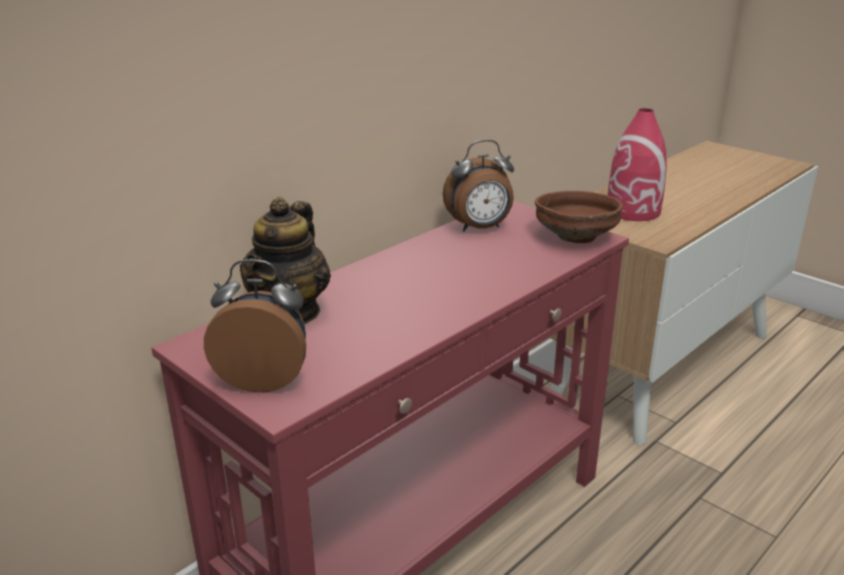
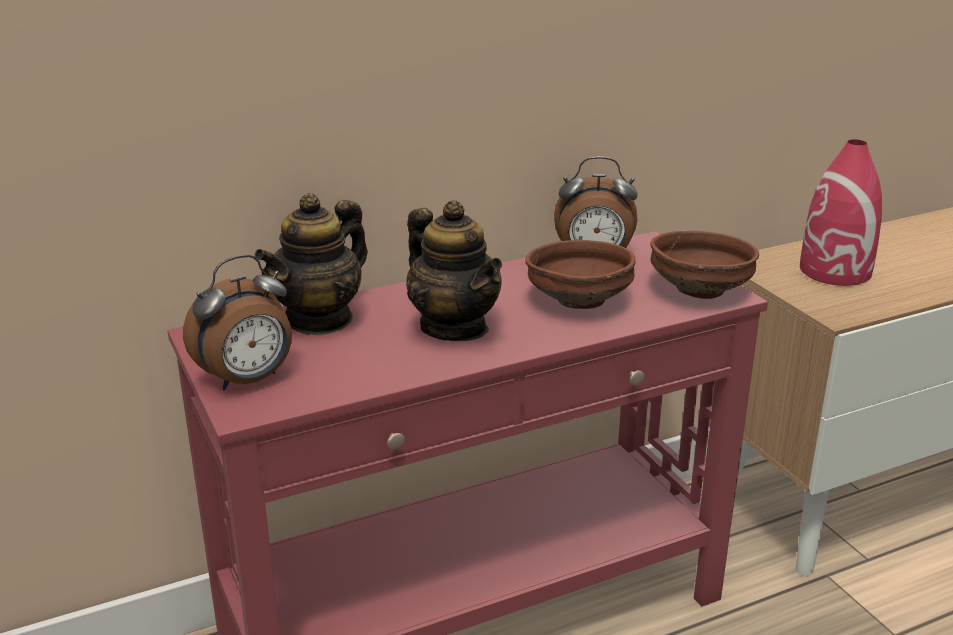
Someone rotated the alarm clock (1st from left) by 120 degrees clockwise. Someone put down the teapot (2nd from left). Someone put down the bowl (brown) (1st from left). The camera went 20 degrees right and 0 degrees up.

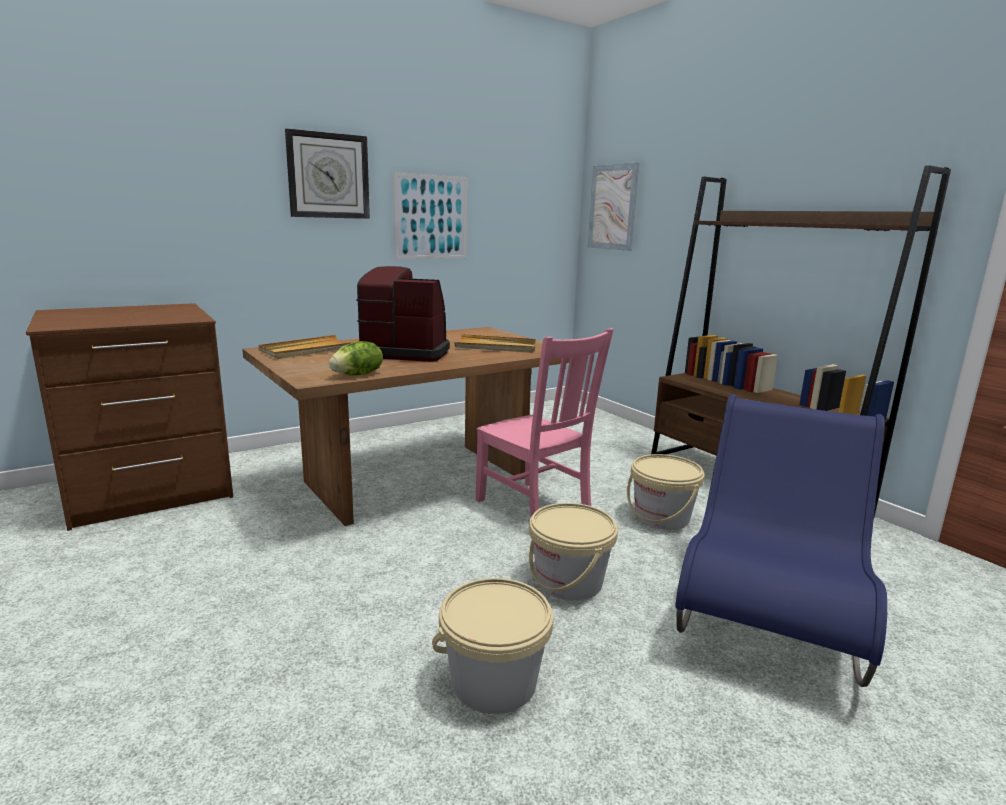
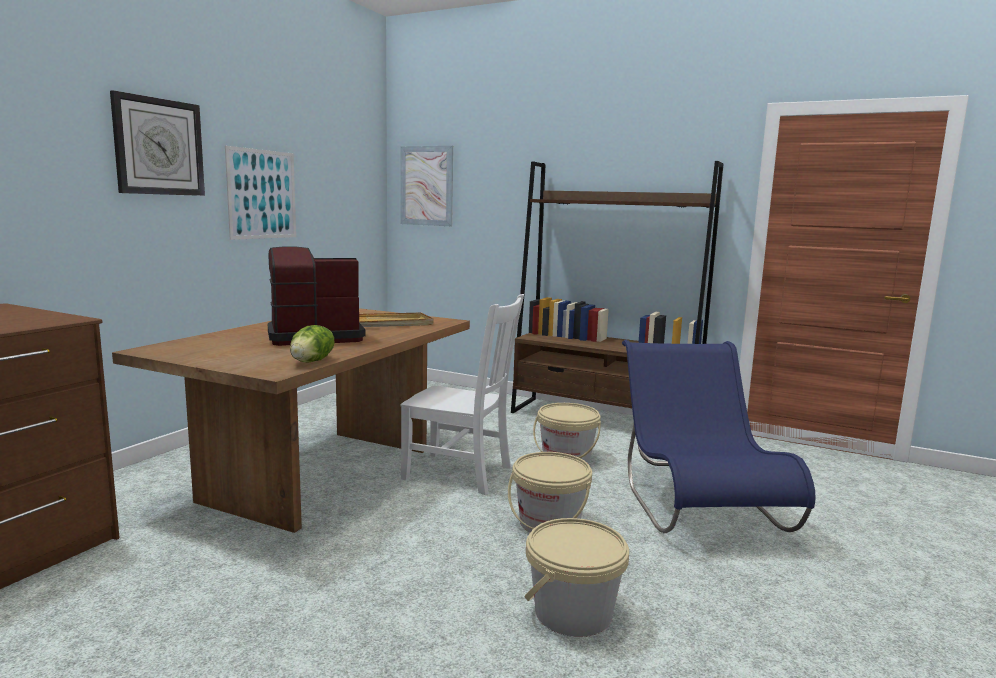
Someone repainted the chair (pink), which became the chair (white). Someone took away the tray (beige) (1st from left). The camera went 30 degrees left and 5 degrees down.

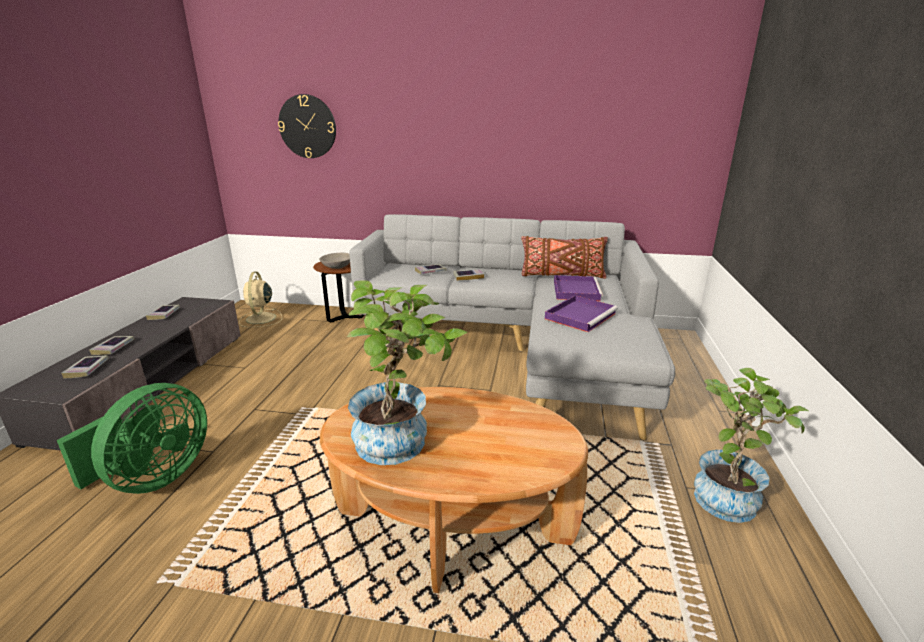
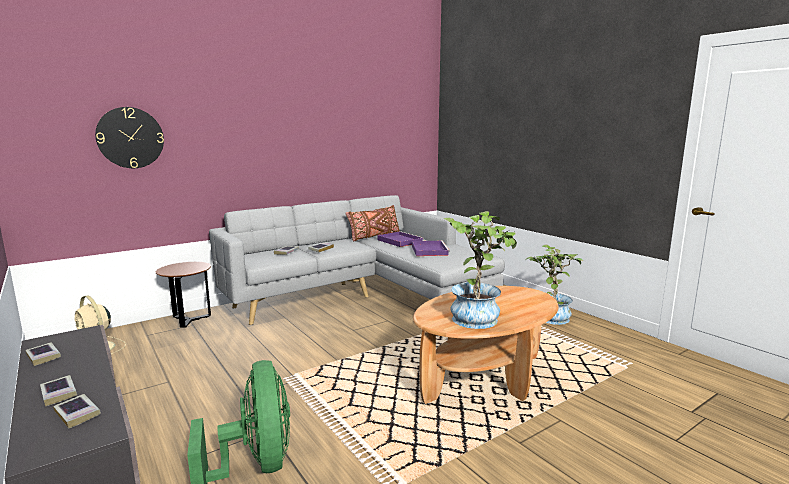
Someone took away the bowl (grey). The camera went 45 degrees left and 10 degrees down.

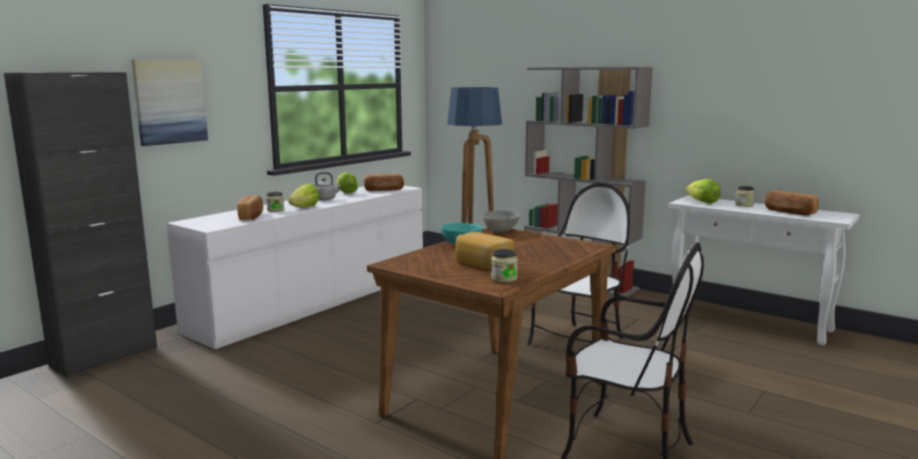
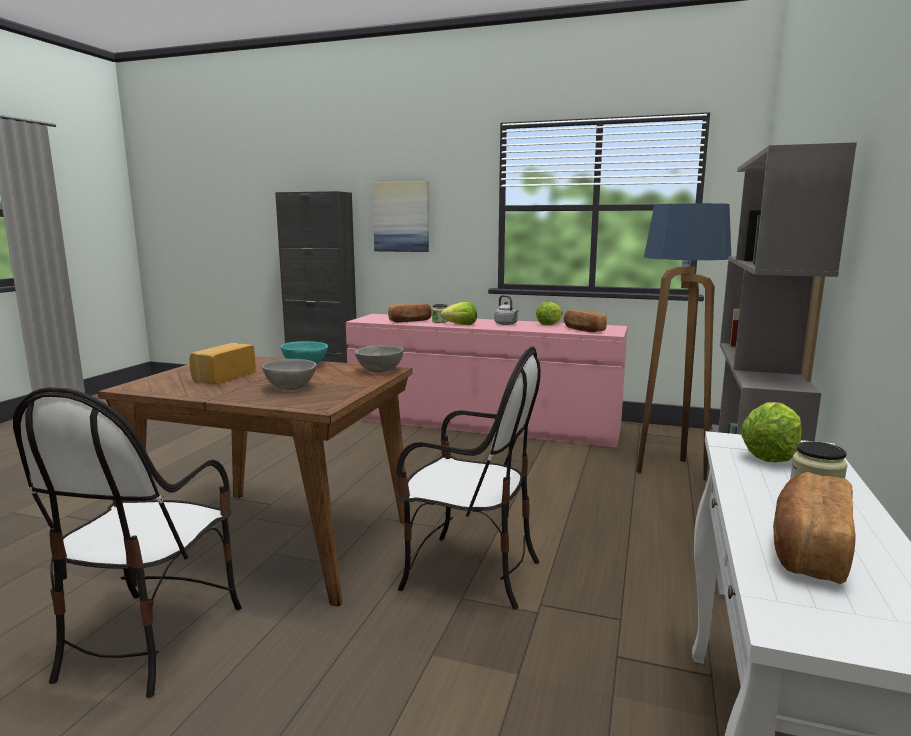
Someone repainted the dresser (white), which became the dresser (pink). Someone took away the jar (2nd from left). Someone put down the bowl (grey) (1st from left). The camera went 70 degrees right and 0 degrees up.

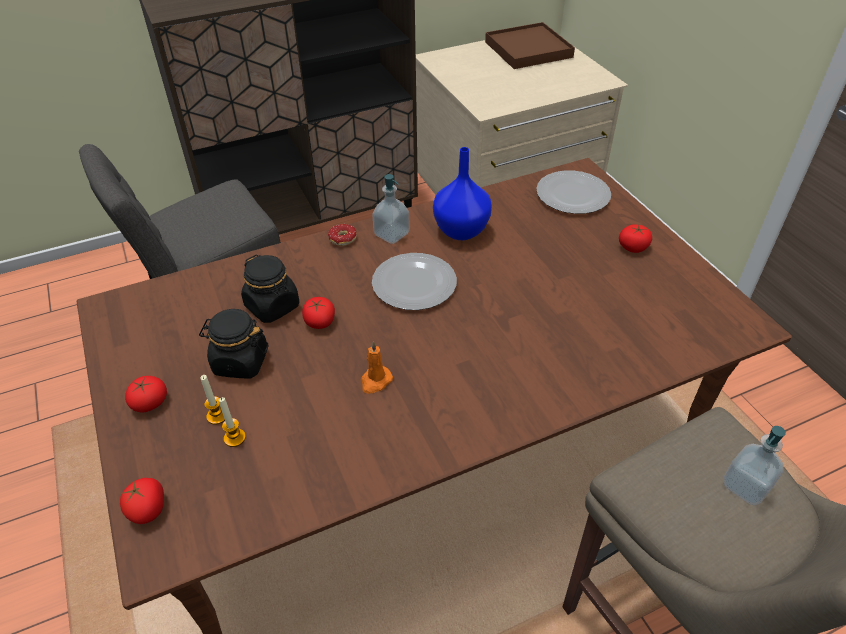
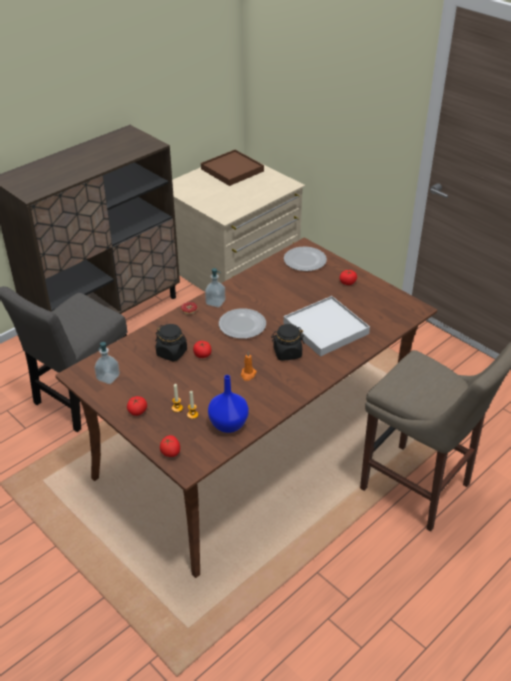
Someone carried the vase (blue). Someone carried the jar (black) (1st from left in the first image). Someone carried the soap dispenser (2nd from left in the first image). Someone put down the tray (white). The camera went 20 degrees left and 5 degrees down.

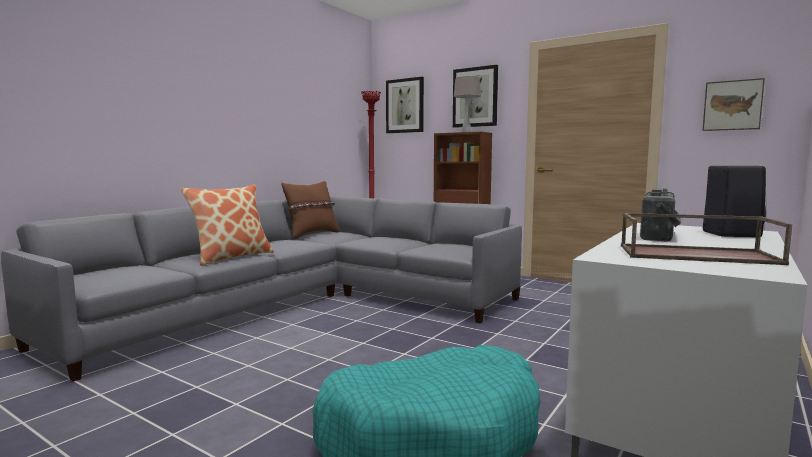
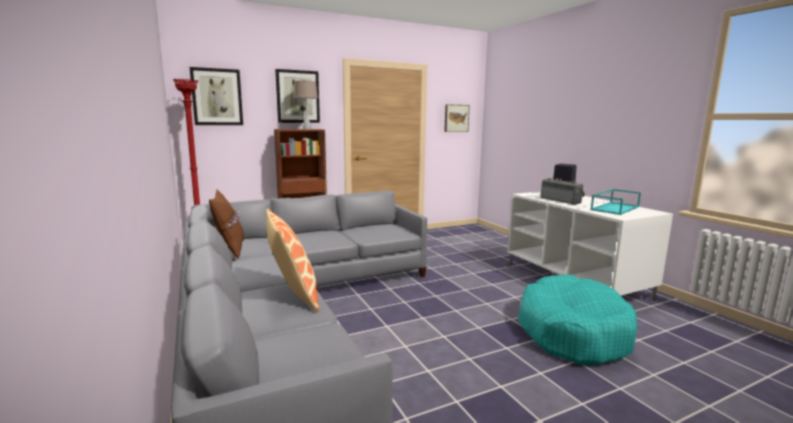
Someone repainted the tray (brown), which became the tray (turquoise). The camera went 60 degrees left and 5 degrees up.

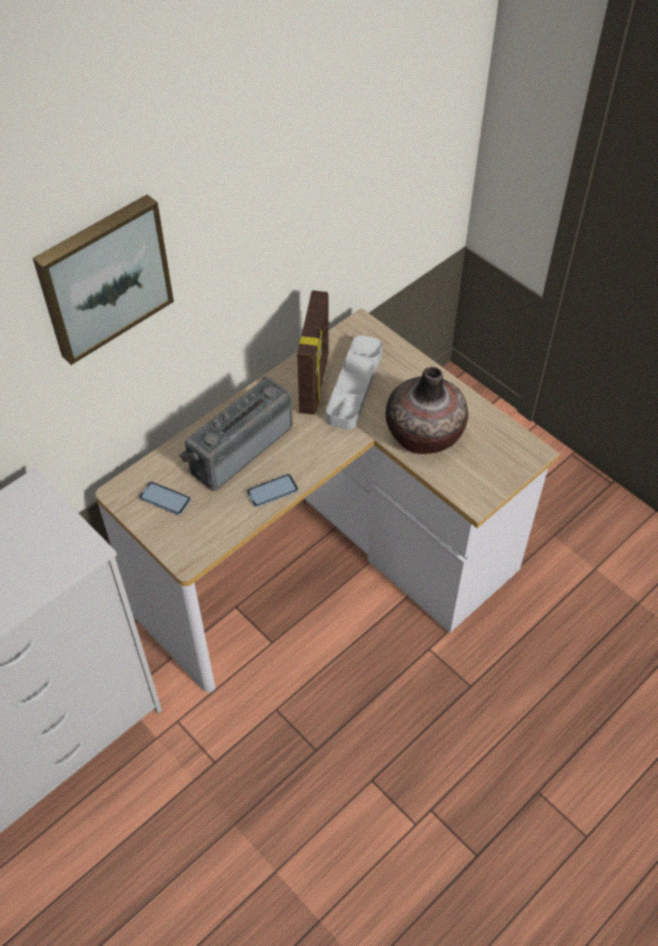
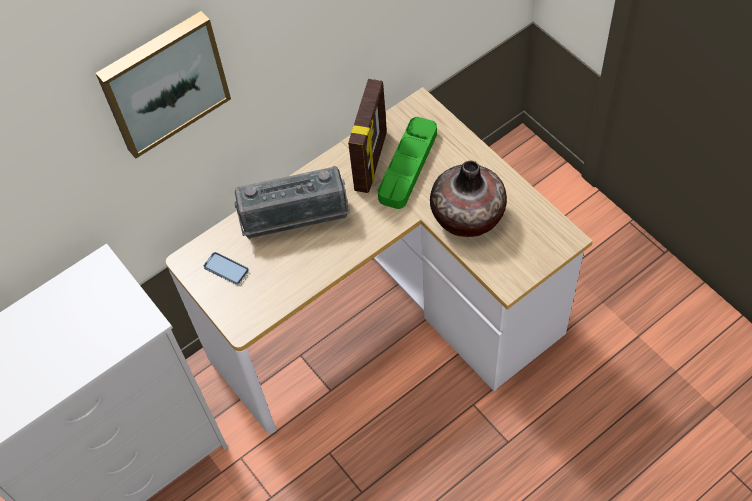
Someone repainted the tray (grey), which became the tray (green). Someone rotated the radio by 150 degrees counterclockwise. Someone took away the phone (2nd from left). The camera went 10 degrees right and 5 degrees up.

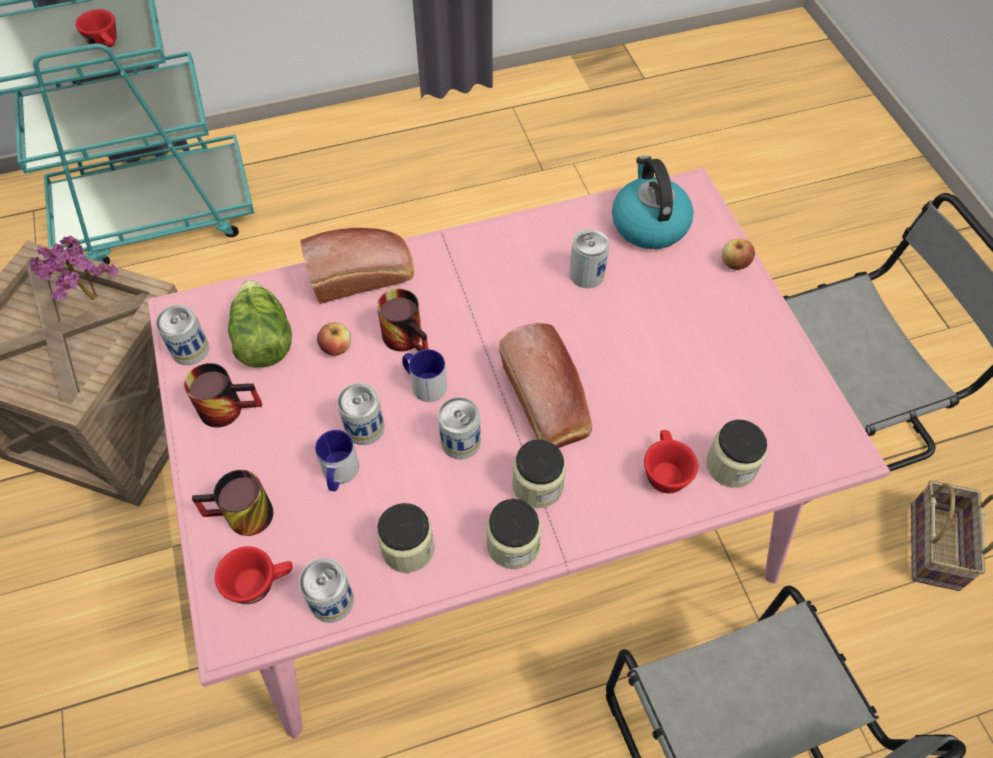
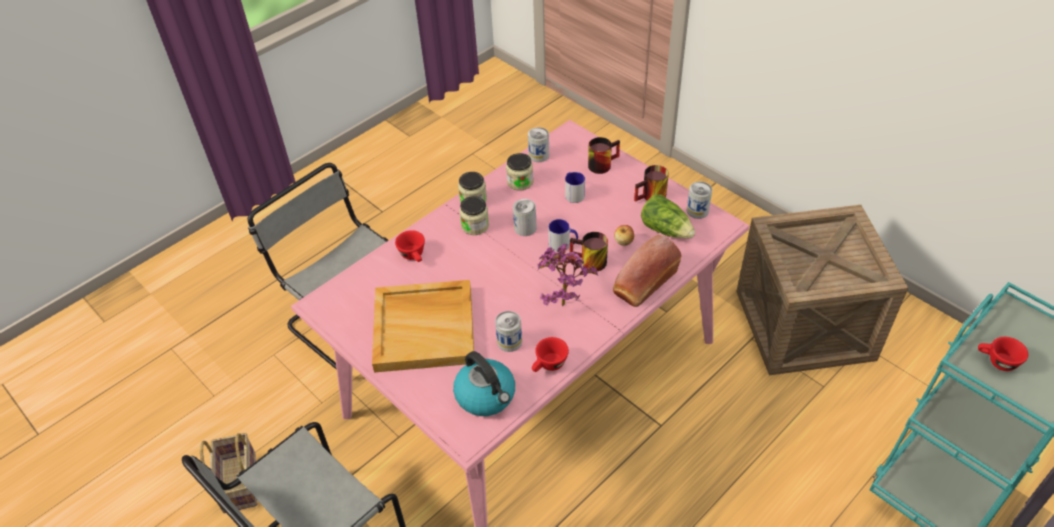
Someone carried the potted plant. Someone took away the apple (2nd from left). Someone took away the bread (2nd from left). Someone took away the can (3rd from left). Someone took away the jar (4th from left). Someone carried the cup (red) (2nd from left). Someone put down the tray (beige). The camera went 155 degrees right and 10 degrees down.

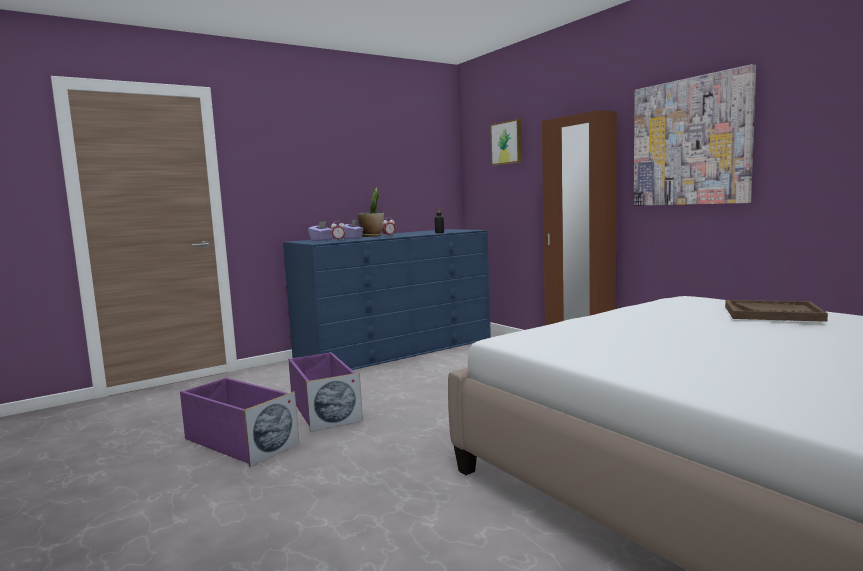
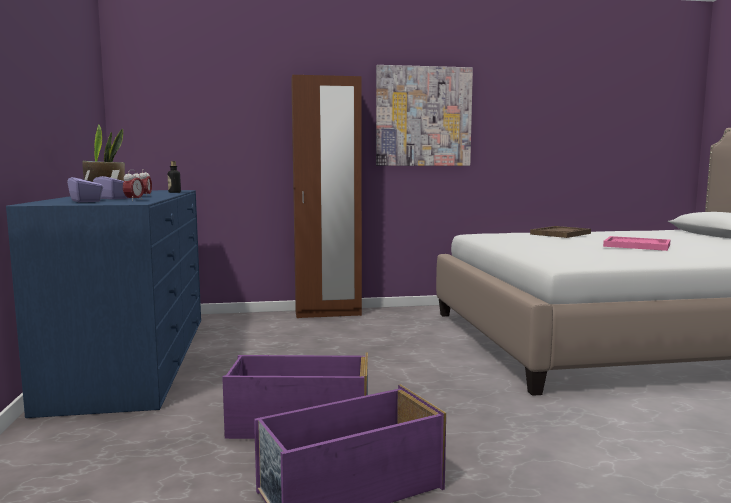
Someone took away the picture (1st from left). Someone put down the tray (pink). The camera went 65 degrees left and 0 degrees up.

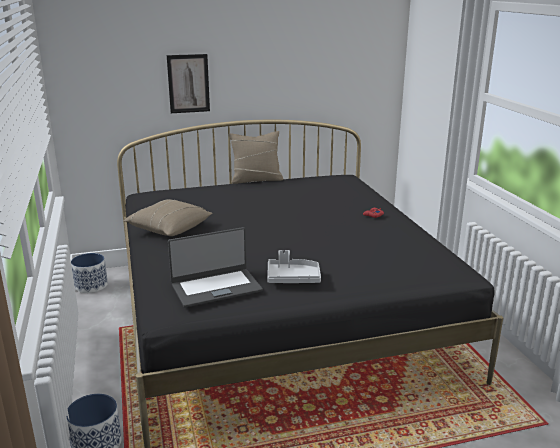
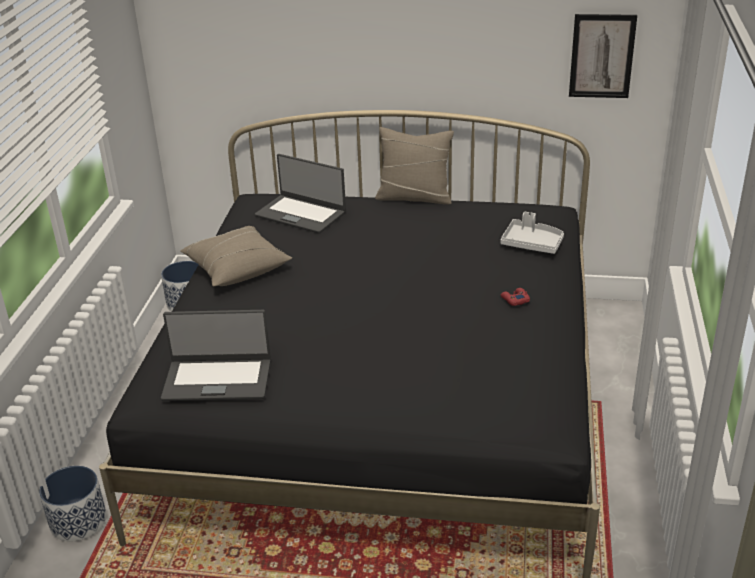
Someone carried the picture. Someone carried the tray (grey). Someone put down the laptop (2nd from left). The camera went 25 degrees right and 10 degrees up.

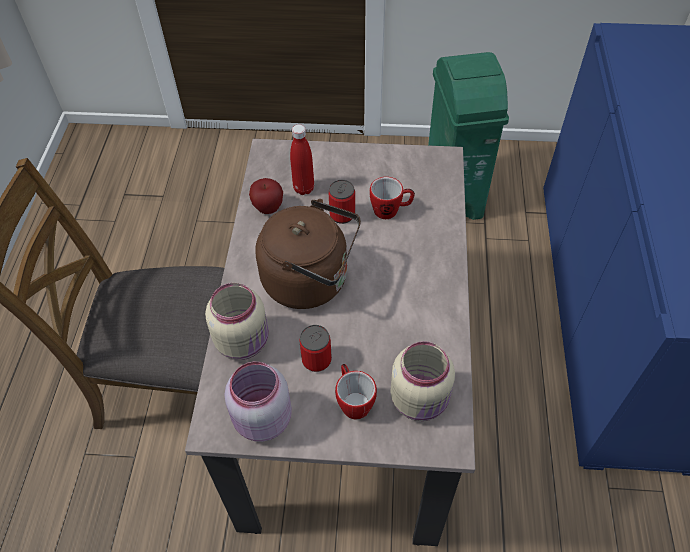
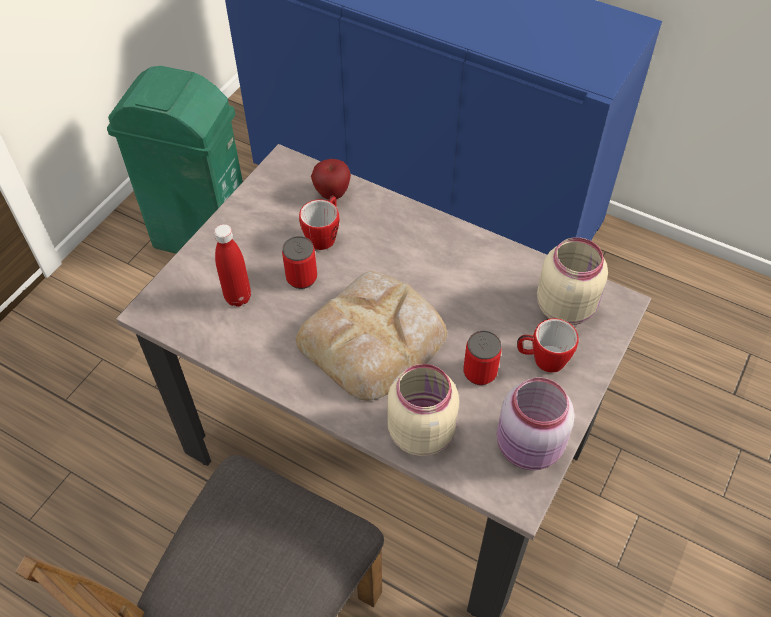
Someone carried the apple. Someone swapped the kettle (brown) for the bread. The camera went 65 degrees left and 0 degrees up.

